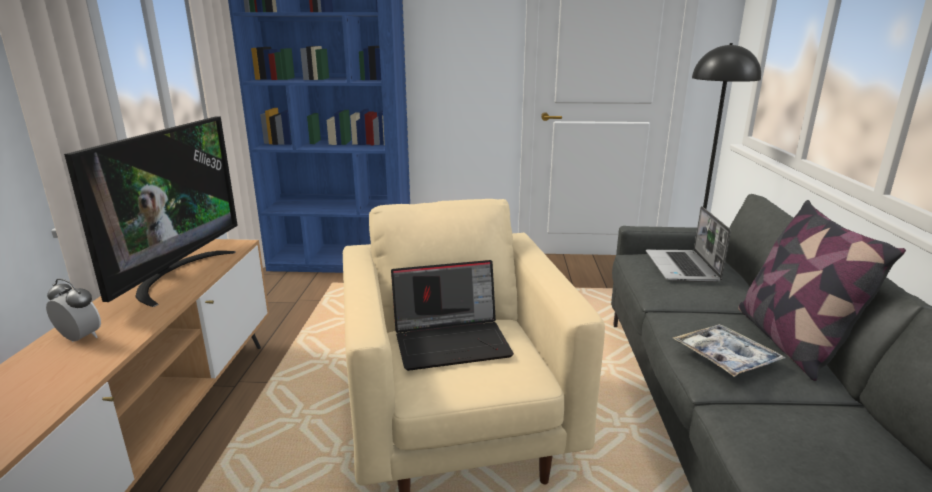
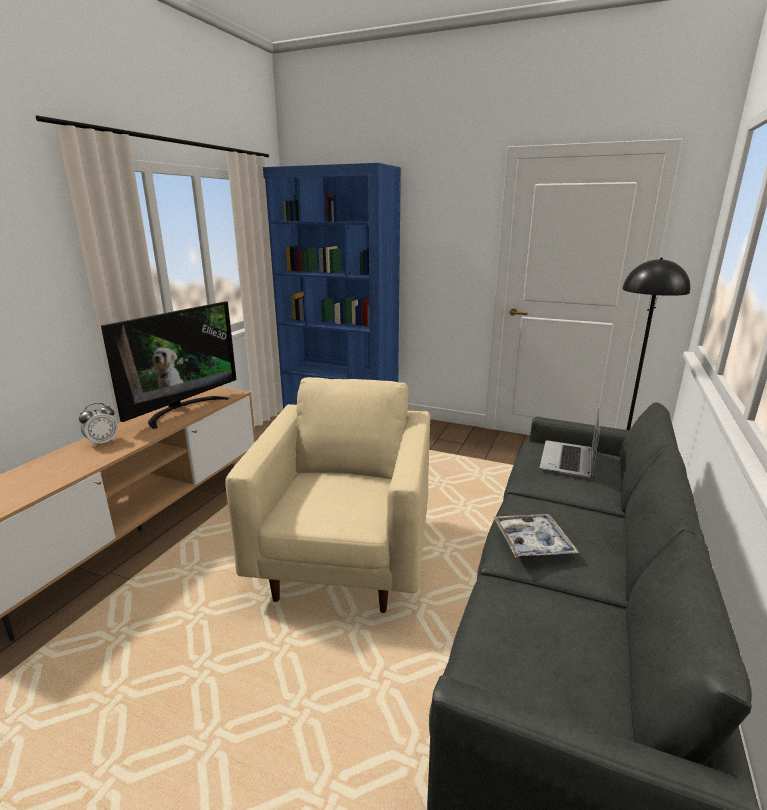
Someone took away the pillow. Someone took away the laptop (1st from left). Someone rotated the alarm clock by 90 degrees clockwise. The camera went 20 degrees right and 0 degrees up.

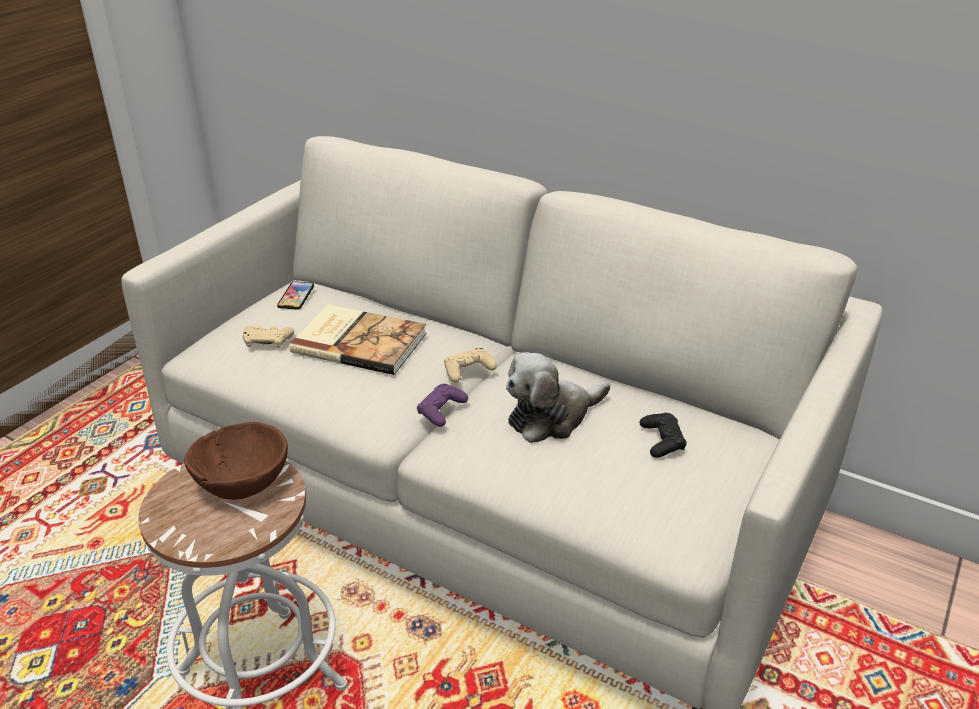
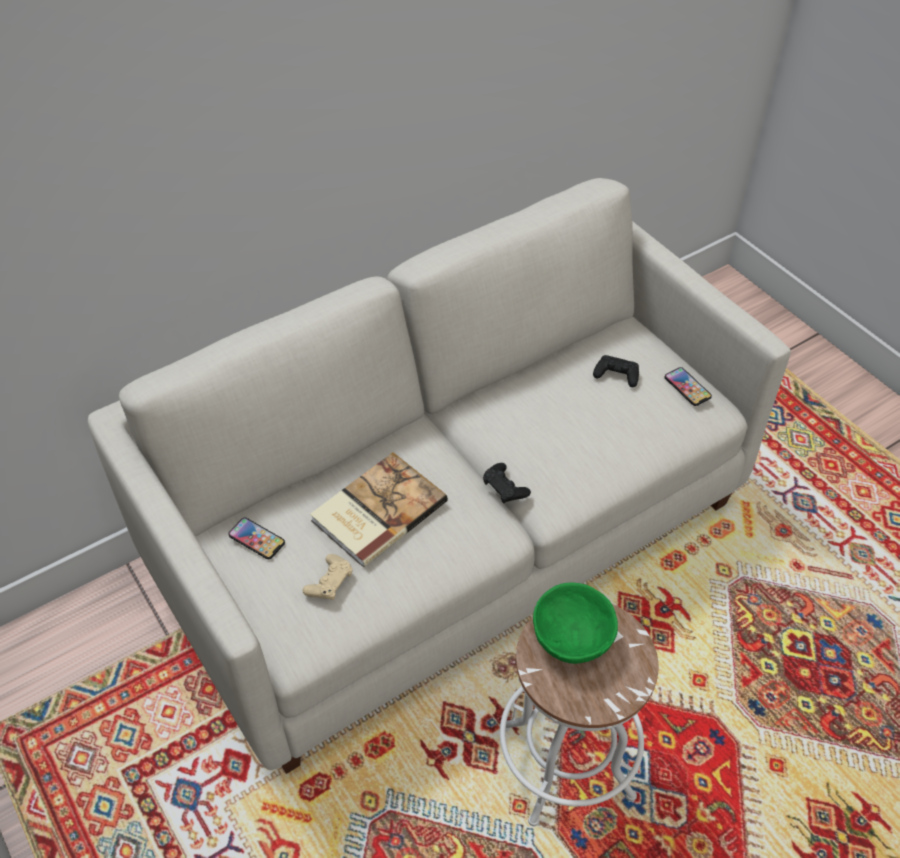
Someone took away the game controller (beige) (2nd from left). Someone took away the plush toy. Someone repainted the game controller (purple), which became the game controller (black) (1st from left). Someone repainted the bowl (brown), which became the bowl (green). Someone put down the phone (2nd from left). The camera went 65 degrees left and 15 degrees up.

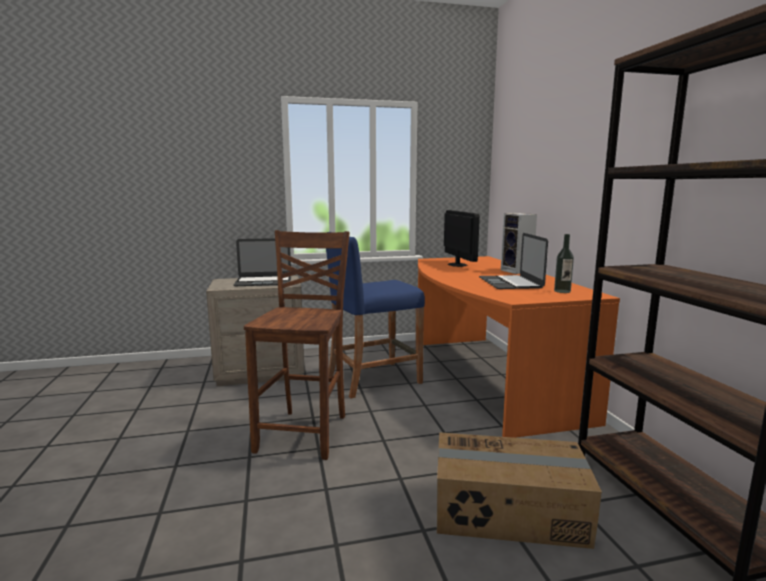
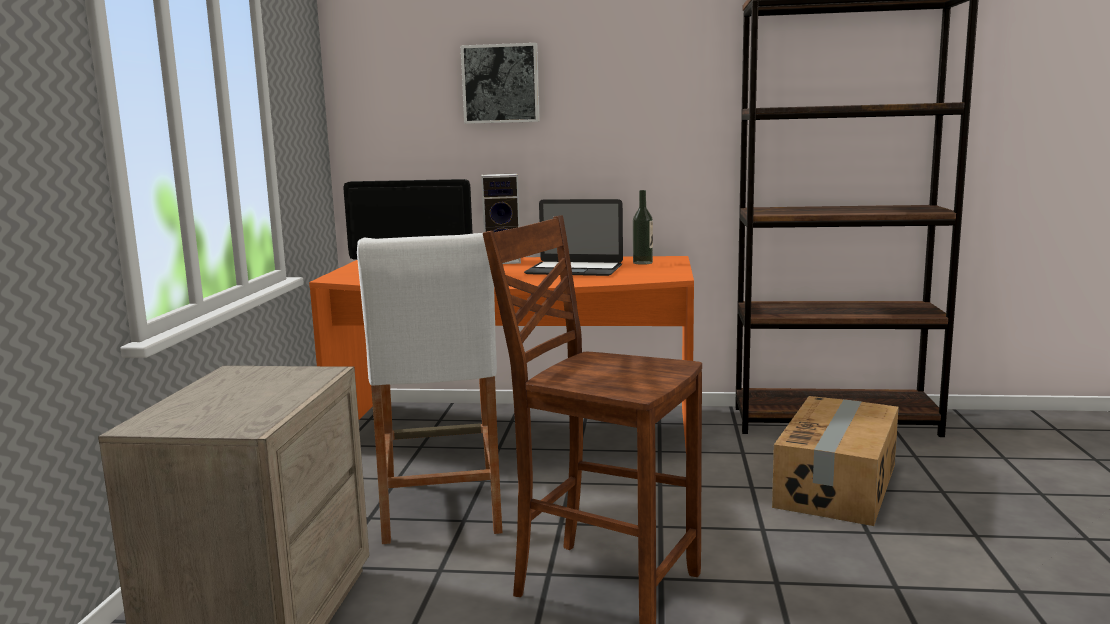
Someone repainted the stool (blue), which became the stool (white). Someone took away the laptop (1st from left). Someone put up the picture. The camera went 70 degrees left and 0 degrees up.

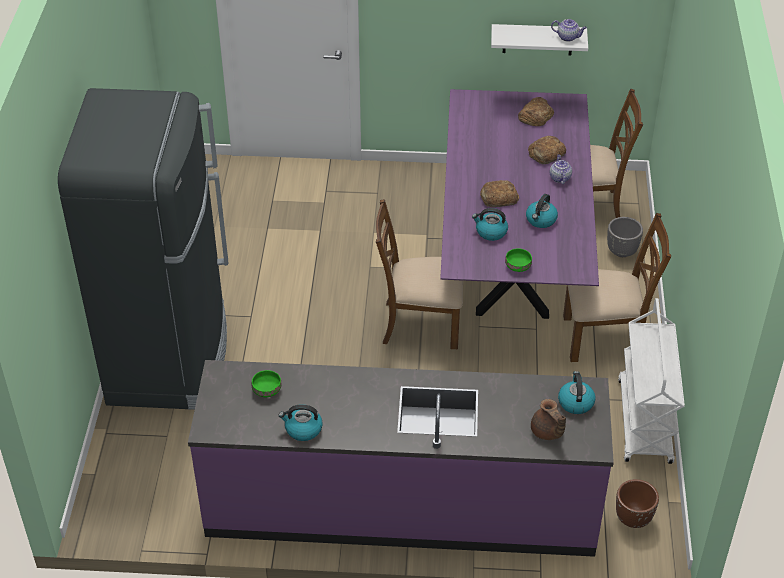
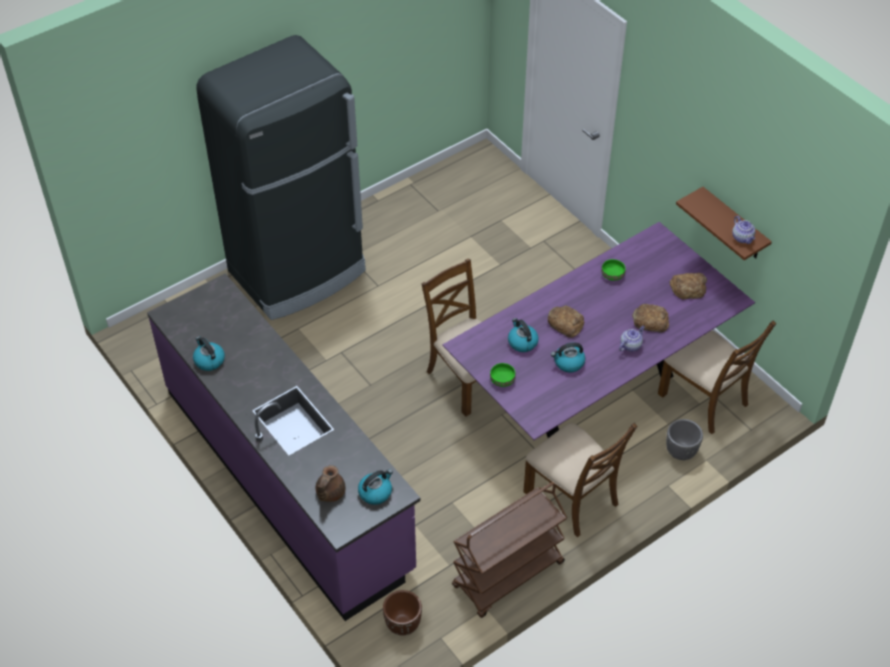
Someone repainted the shelf (white), which became the shelf (brown). Someone repainted the cart (white), which became the cart (brown). Someone carried the bowl (green) (1st from left in the first image). The camera went 50 degrees right and 5 degrees up.

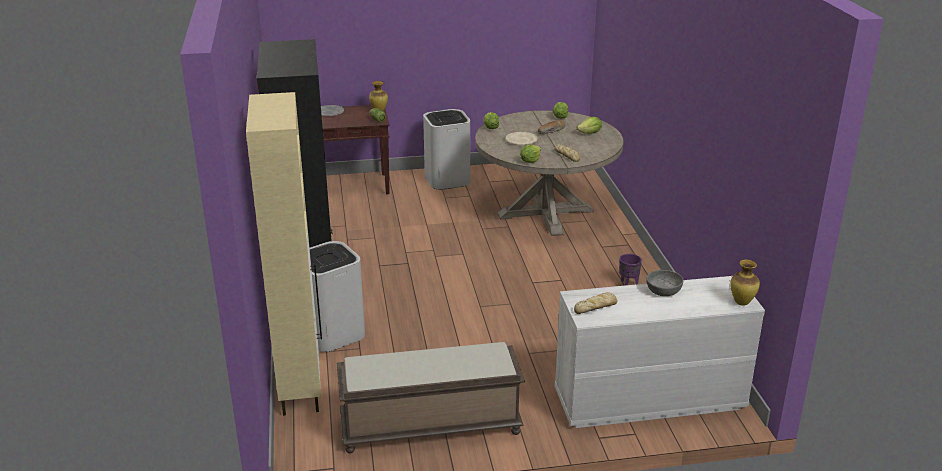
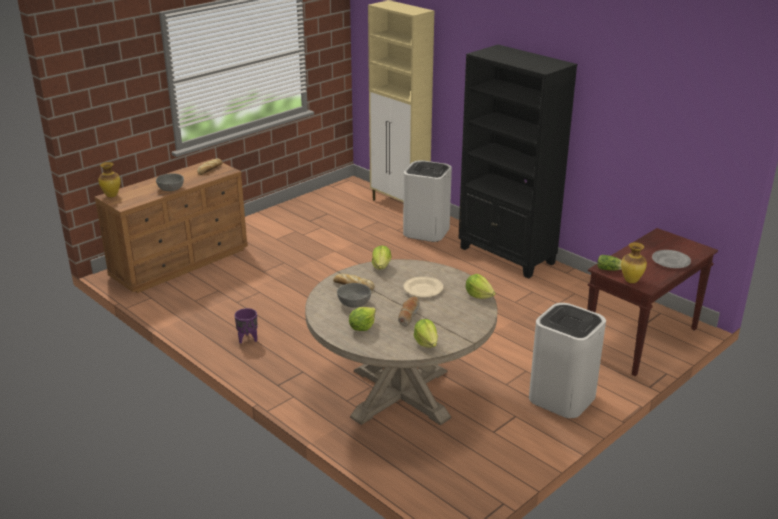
Someone repainted the dresser (white), which became the dresser (brown). Someone took away the bench (brown). Someone put down the bowl (grey) (2nd from left). The camera went 145 degrees right and 0 degrees up.

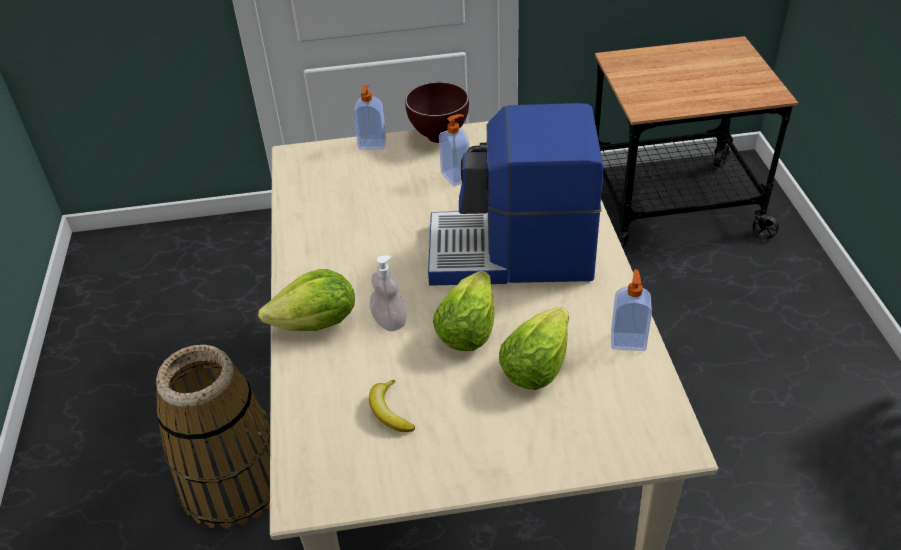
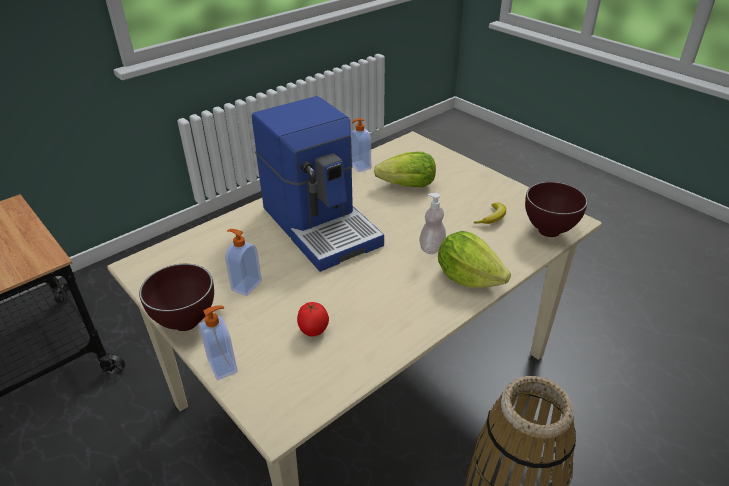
Someone took away the lettuce (2nd from left). Someone put down the bowl (brown) (2nd from left). Someone put down the tomato. The camera went 125 degrees left and 5 degrees down.

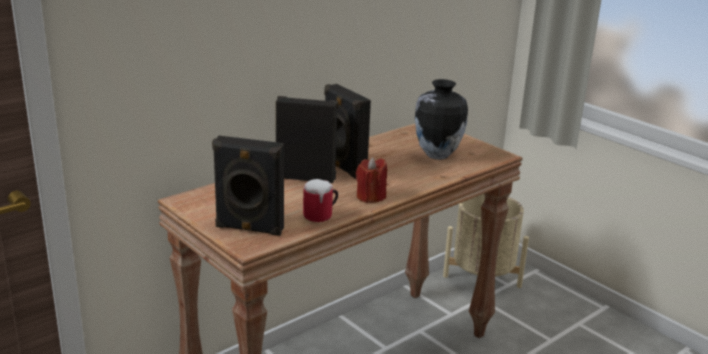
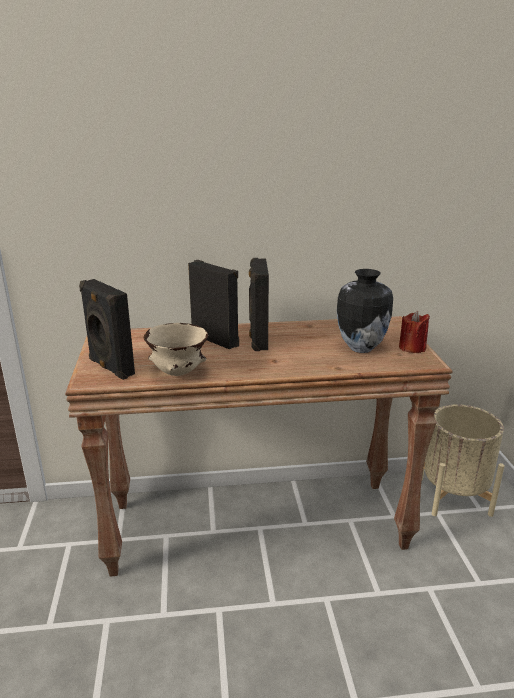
Someone carried the candle (red). Someone swapped the mug for the bowl (beige). The camera went 35 degrees right and 0 degrees up.

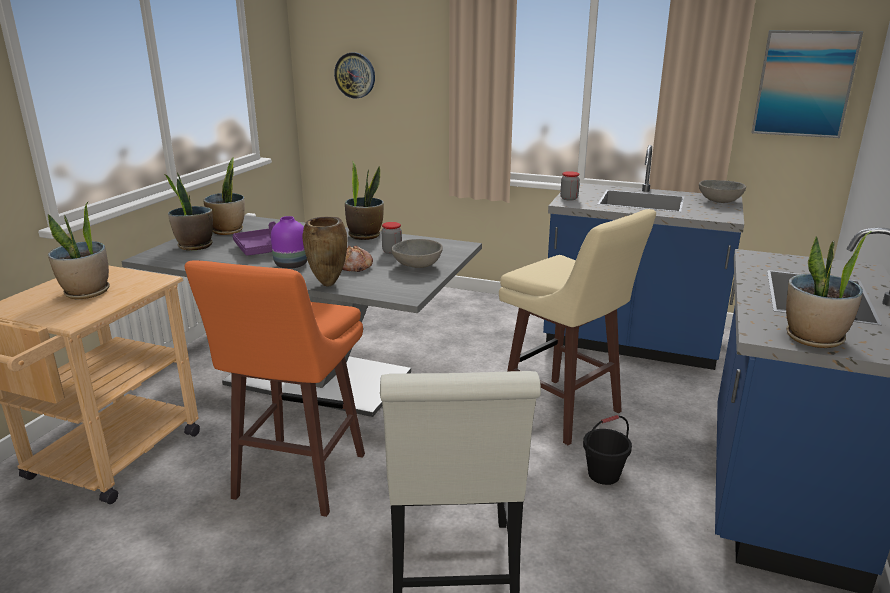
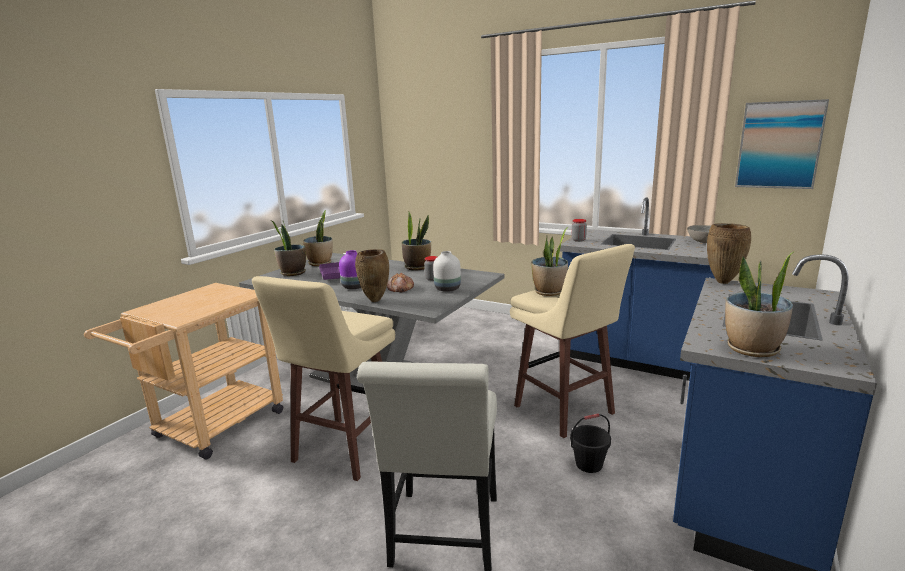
Someone took away the wall clock. Someone carried the potted plant (1st from left in the first image). Someone swapped the bowl (grey) (1st from left) for the vase (white). Someone repainted the stool (orange), which became the stool (beige) (1st from left). Someone put down the vase (brown) (2nd from left). The camera went 10 degrees right and 5 degrees down.

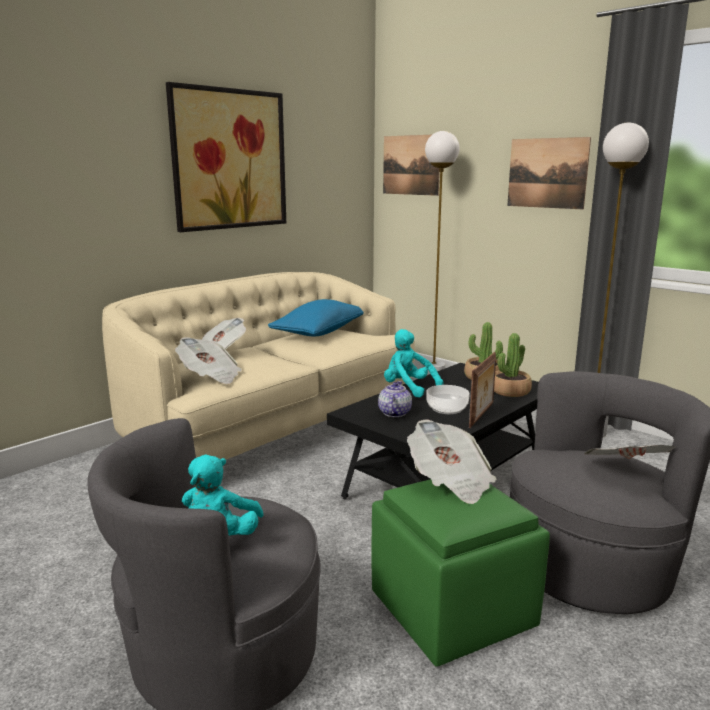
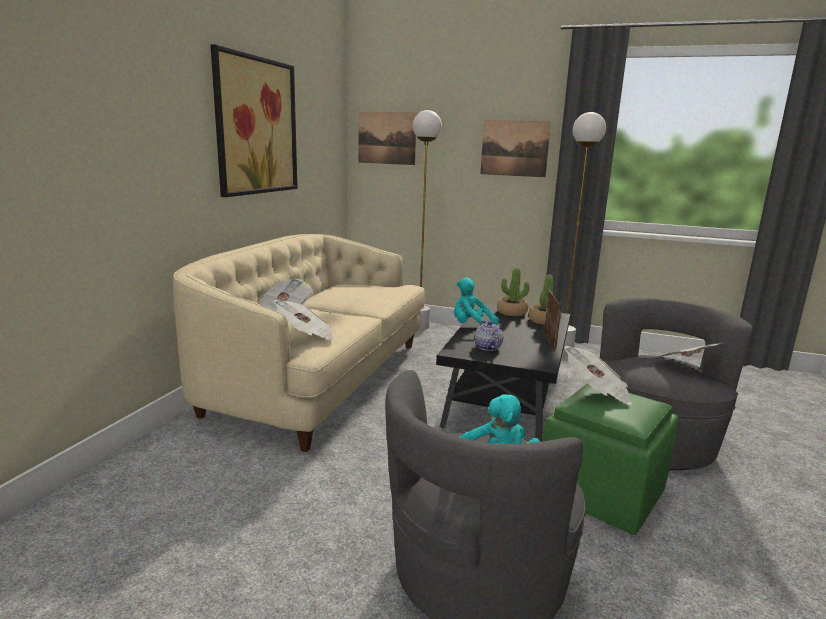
Someone took away the pillow (blue). Someone took away the bowl. The camera went 25 degrees left and 0 degrees up.

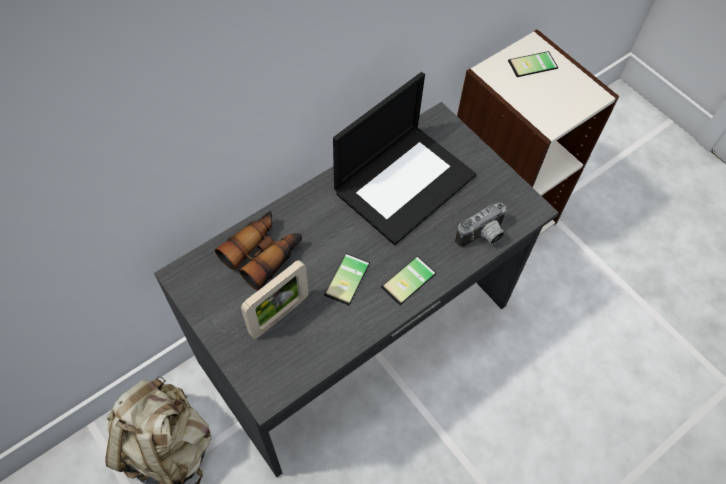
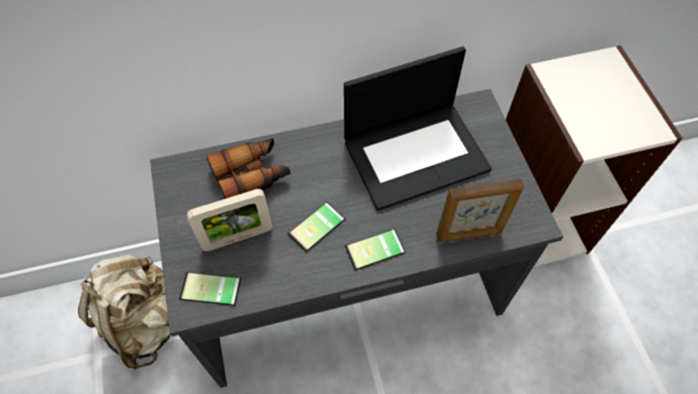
Someone carried the phone (3rd from left in the first image). Someone swapped the photo camera for the picture frame (2nd from left). The camera went 25 degrees right and 0 degrees up.

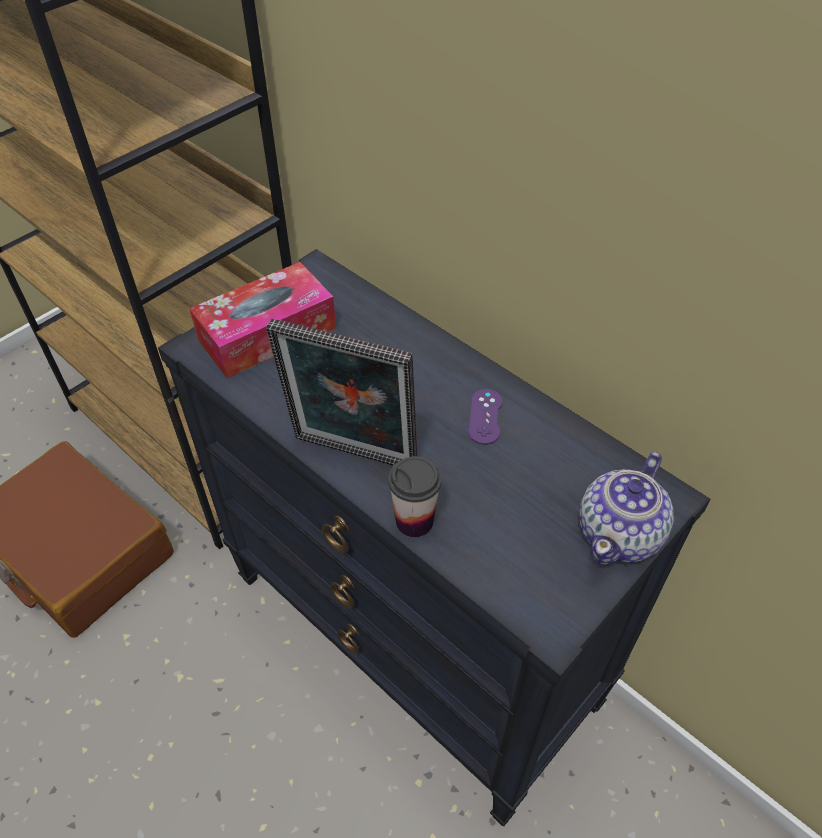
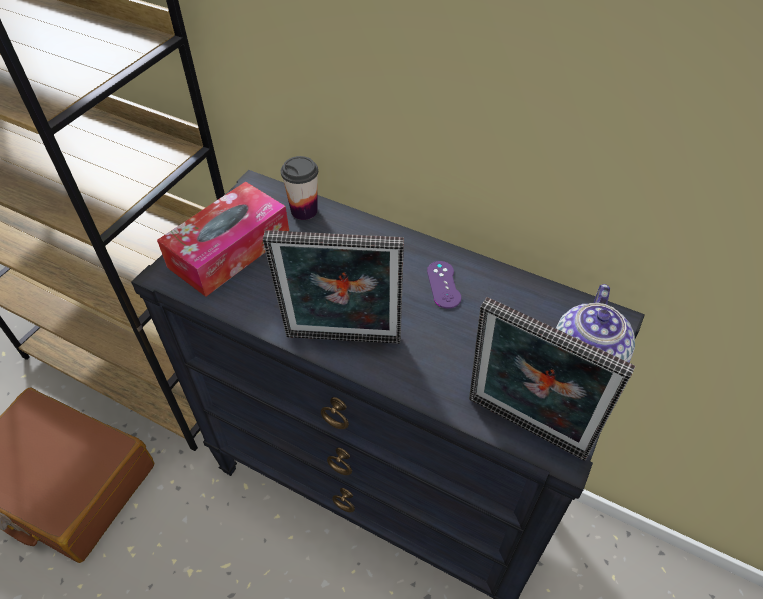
Someone carried the cup. Someone put down the picture frame (2nd from left). The camera went 15 degrees left and 0 degrees up.

